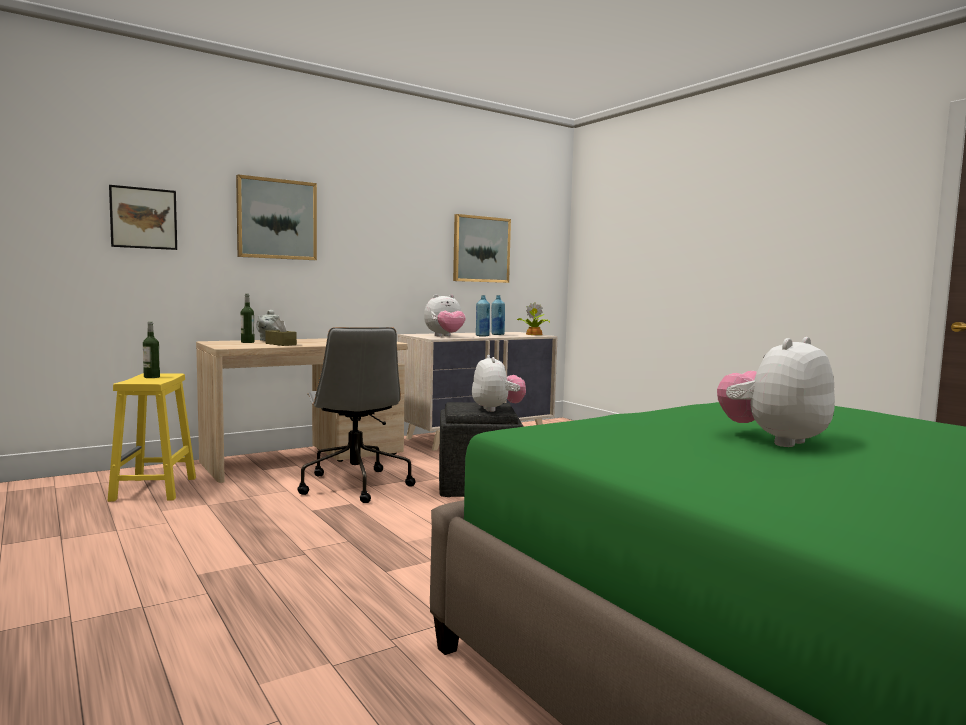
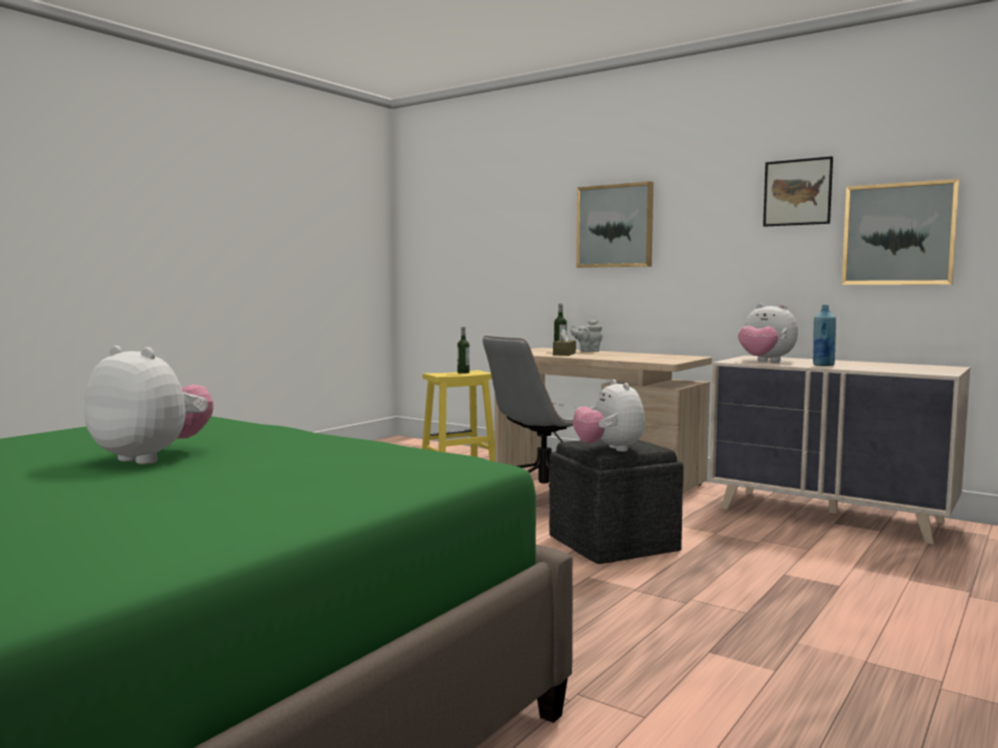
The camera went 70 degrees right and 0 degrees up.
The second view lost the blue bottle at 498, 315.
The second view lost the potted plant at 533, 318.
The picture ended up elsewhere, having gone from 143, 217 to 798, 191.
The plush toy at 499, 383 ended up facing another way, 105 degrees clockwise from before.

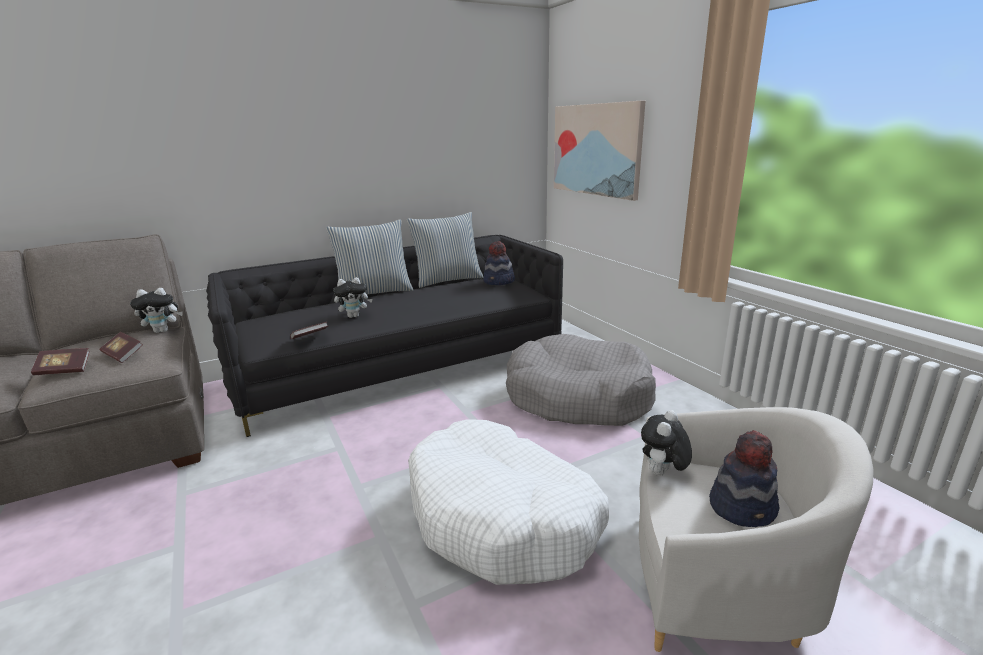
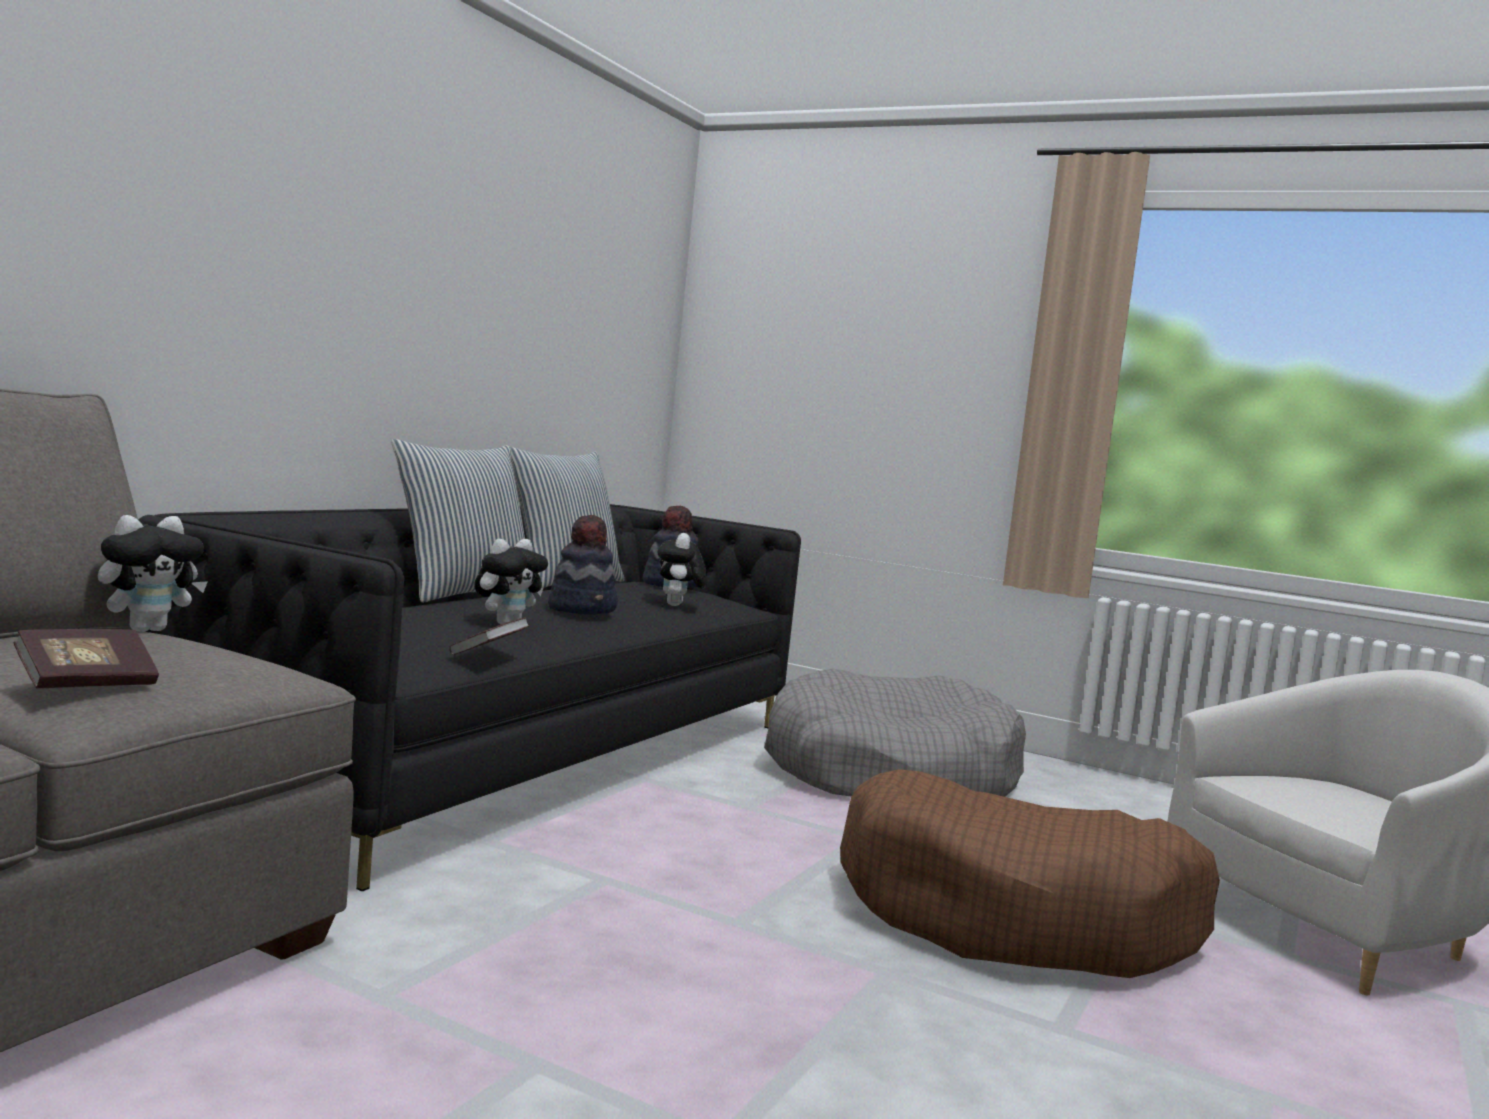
The camera went 35 degrees left and 15 degrees down.
The second view lost the book at 121, 347.
The second view lost the picture at 600, 151.
The plush toy ended up elsewhere, having gone from 666, 443 to 683, 569.
The hat ended up elsewhere, having gone from 744, 478 to 583, 564.
What was the white dog bed at 508, 502 turned into the brown dog bed at 1030, 873.

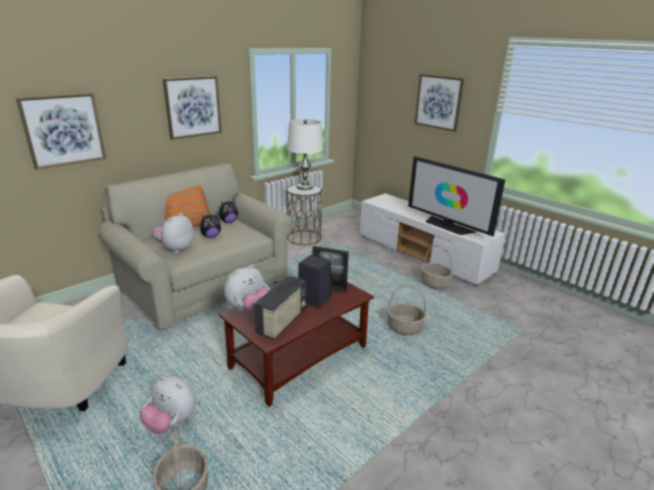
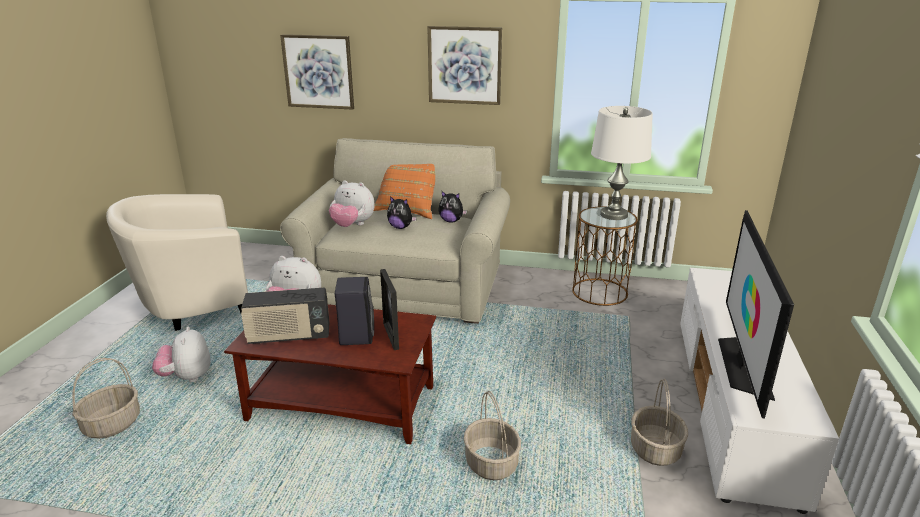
The camera went 55 degrees right and 0 degrees up.
The second view lost the picture at 439, 103.
The plush toy at 173, 233 ended up facing another way, 150 degrees counterclockwise from before.

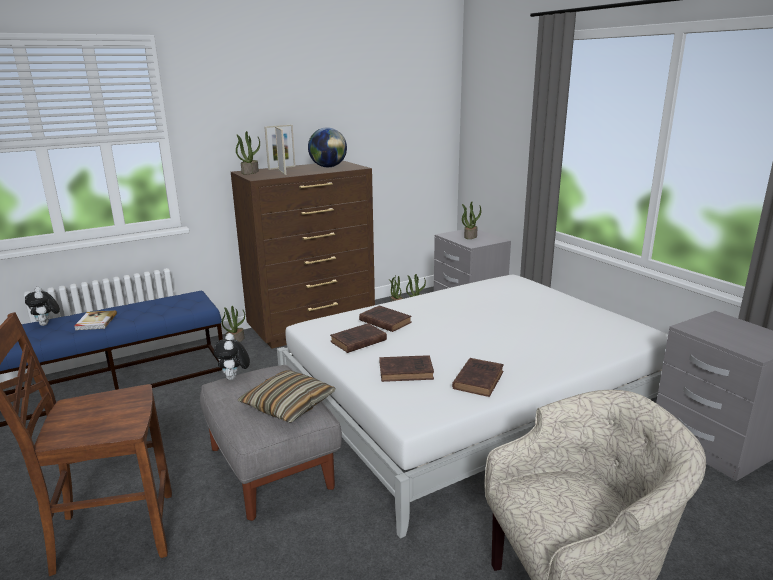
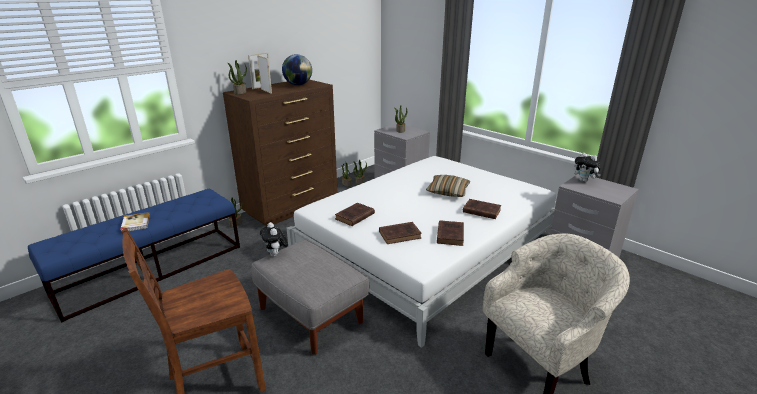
The camera went 15 degrees left and 5 degrees up.
The plush toy ended up elsewhere, having gone from 42, 306 to 587, 167.
The pillow ended up elsewhere, having gone from 287, 396 to 448, 186.
The brown book ended up elsewhere, having gone from 385, 318 to 482, 209.

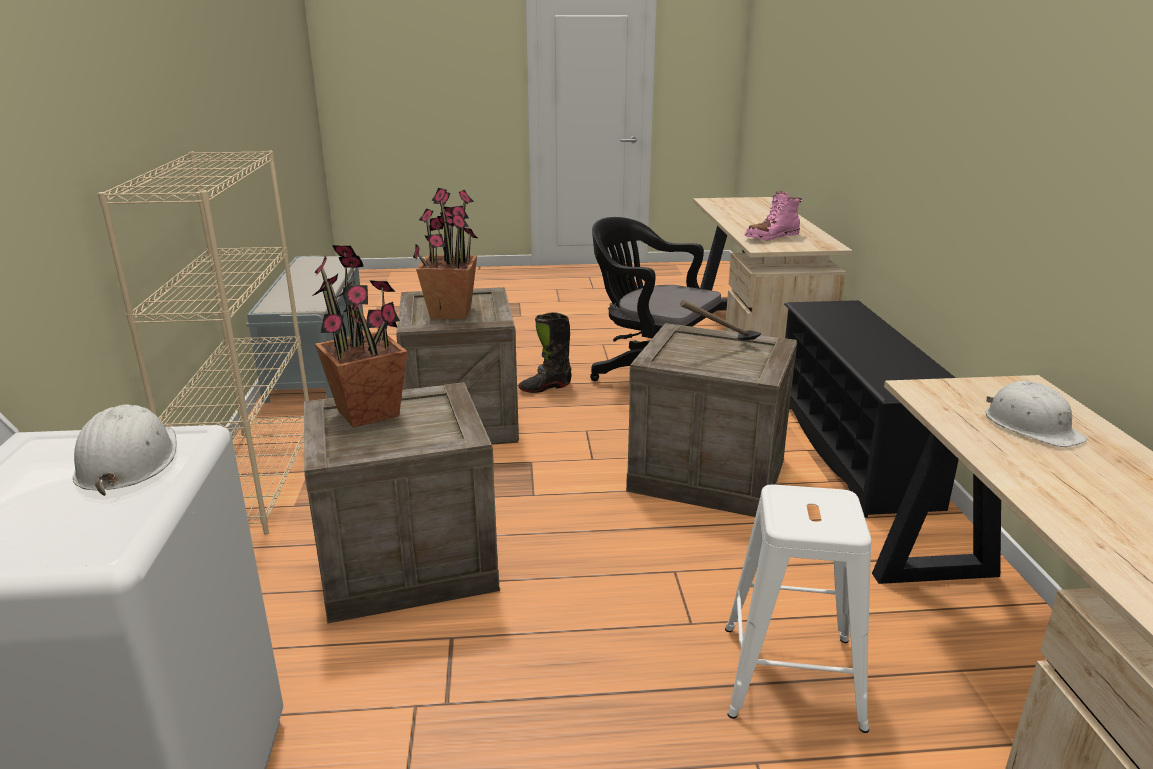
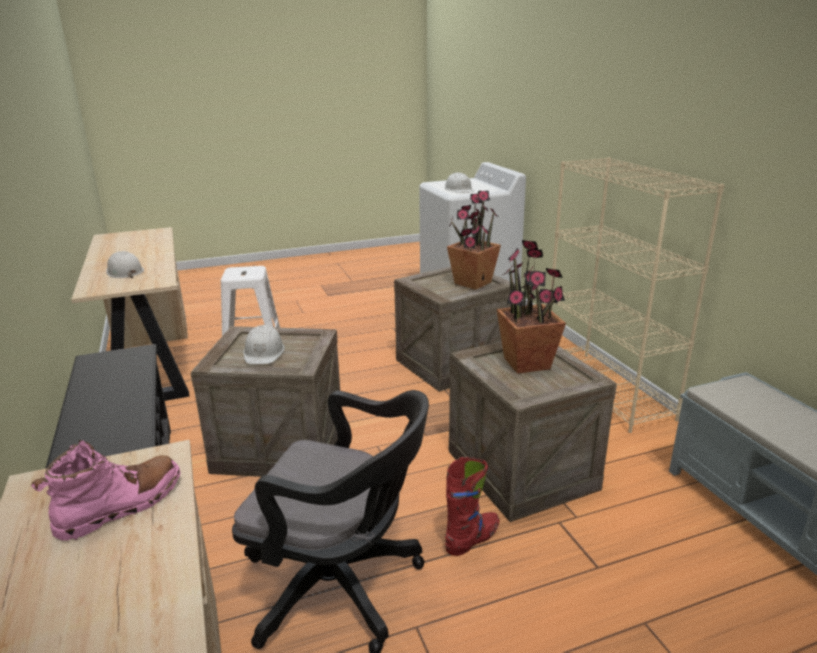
The camera went 165 degrees right and 0 degrees up.
Where the hammer stood at 720, 320, the white hard hat came to stand at 264, 344.
What was the black boot at 545, 352 turned into the red boot at 472, 506.

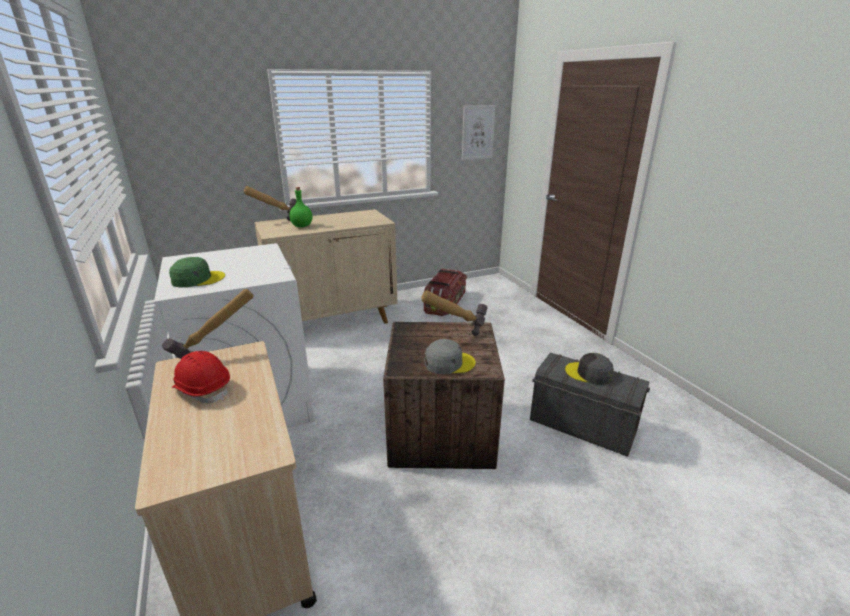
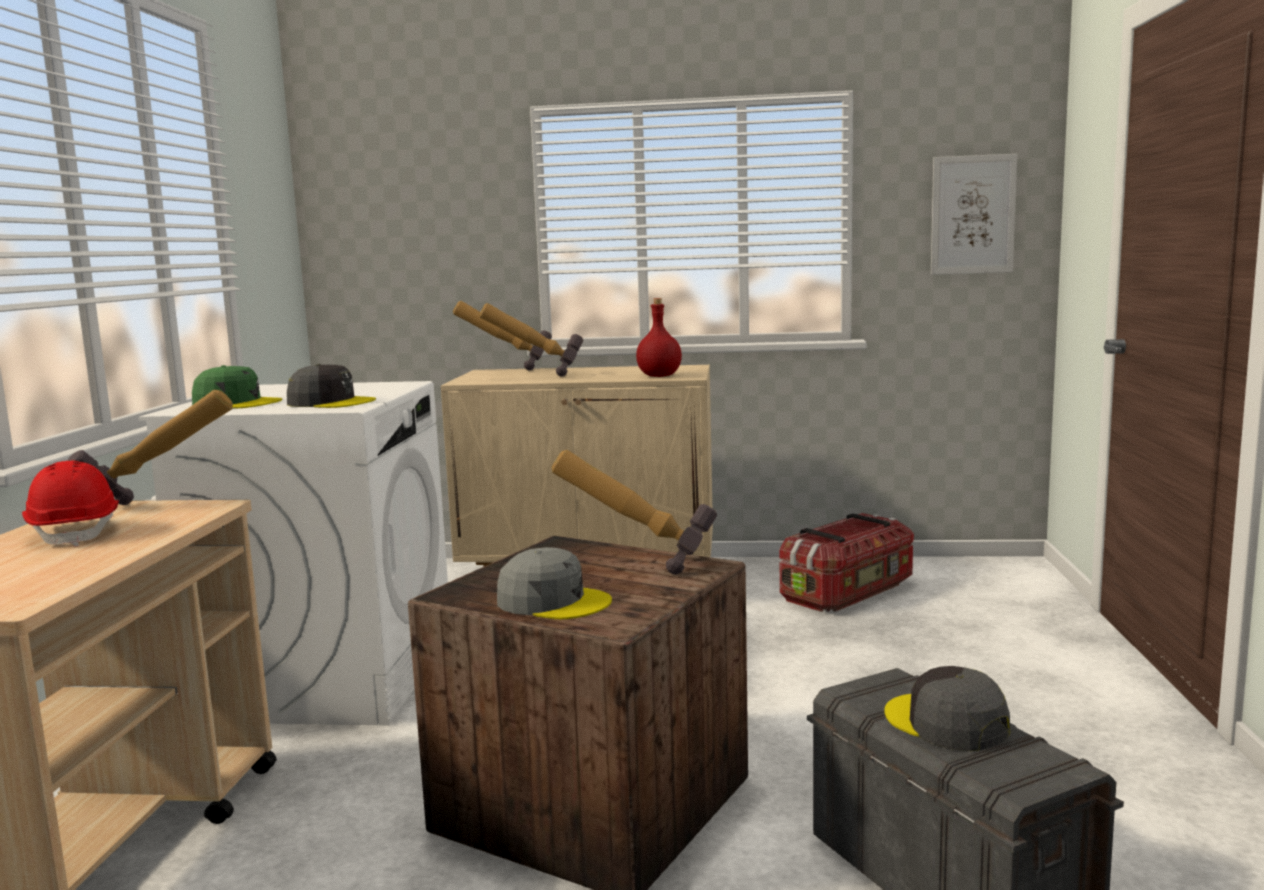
The camera went 30 degrees right and 15 degrees down.
The second view gained the grey cap at 331, 386.
The second view gained the red bottle at 659, 337.
Where the green bottle stood at 300, 207, the hammer came to stand at 531, 340.

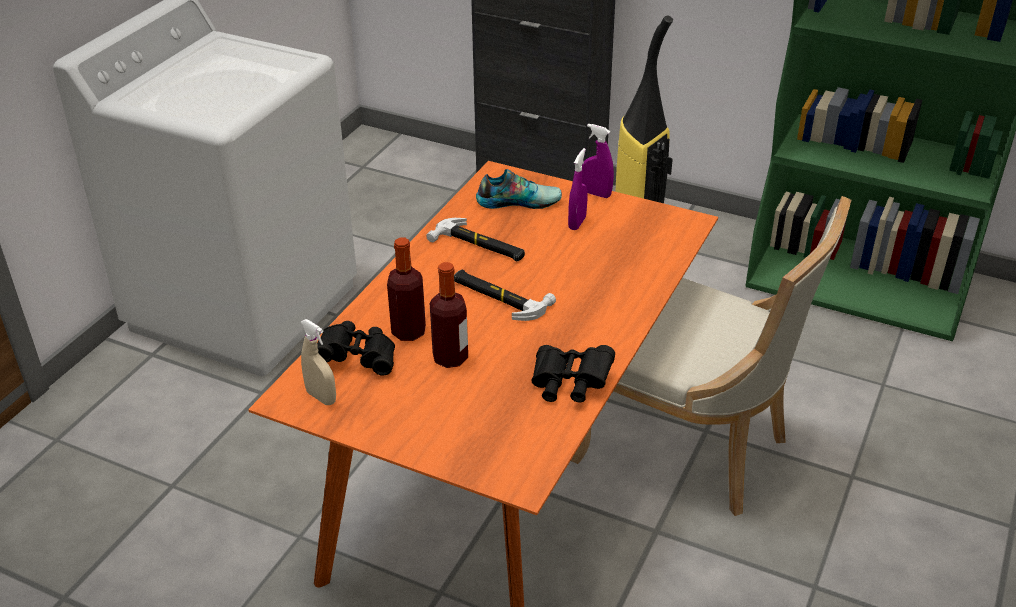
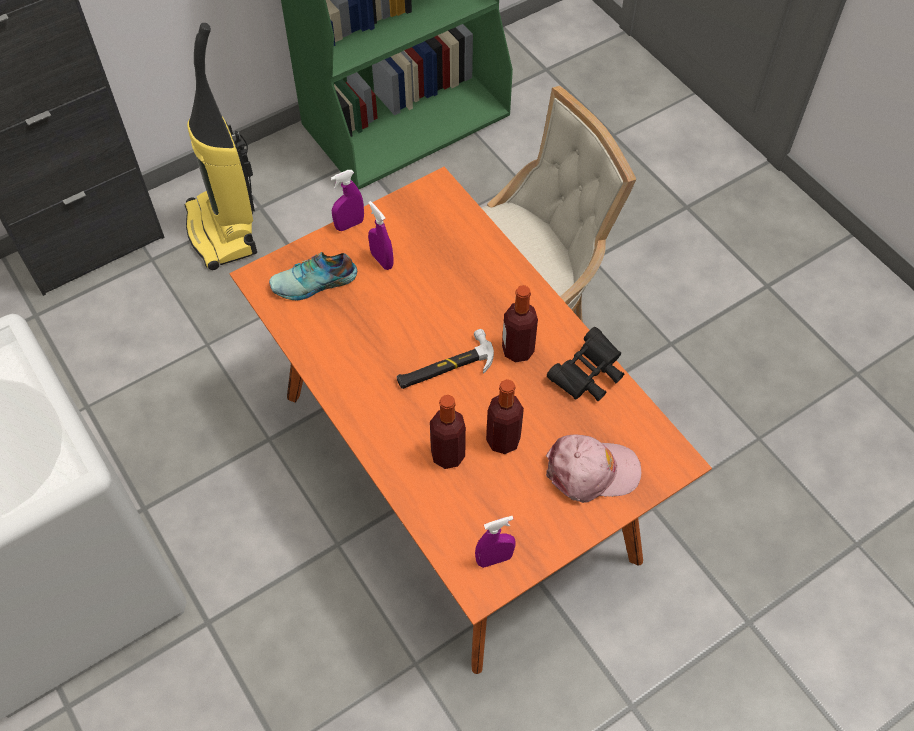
The camera went 60 degrees left and 20 degrees up.
The second view lost the black binoculars at 356, 348.
The second view lost the hammer at 475, 240.
The second view gained the bottle at 520, 324.
The second view gained the pink cap at 593, 468.
What was the beige spray bottle at 318, 362 turned into the purple spray bottle at 495, 542.
The shoe at 519, 189 ended up facing another way, 135 degrees counterclockwise from before.

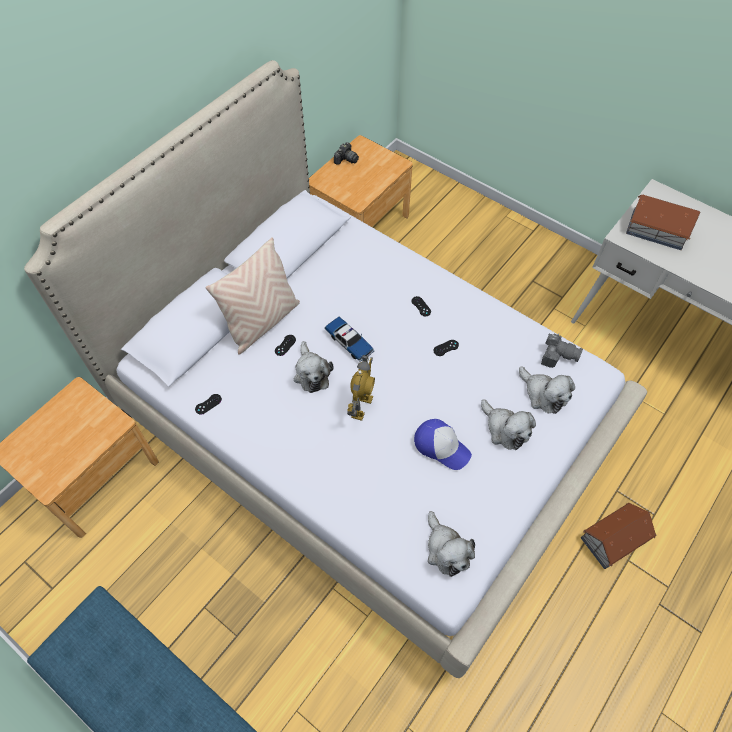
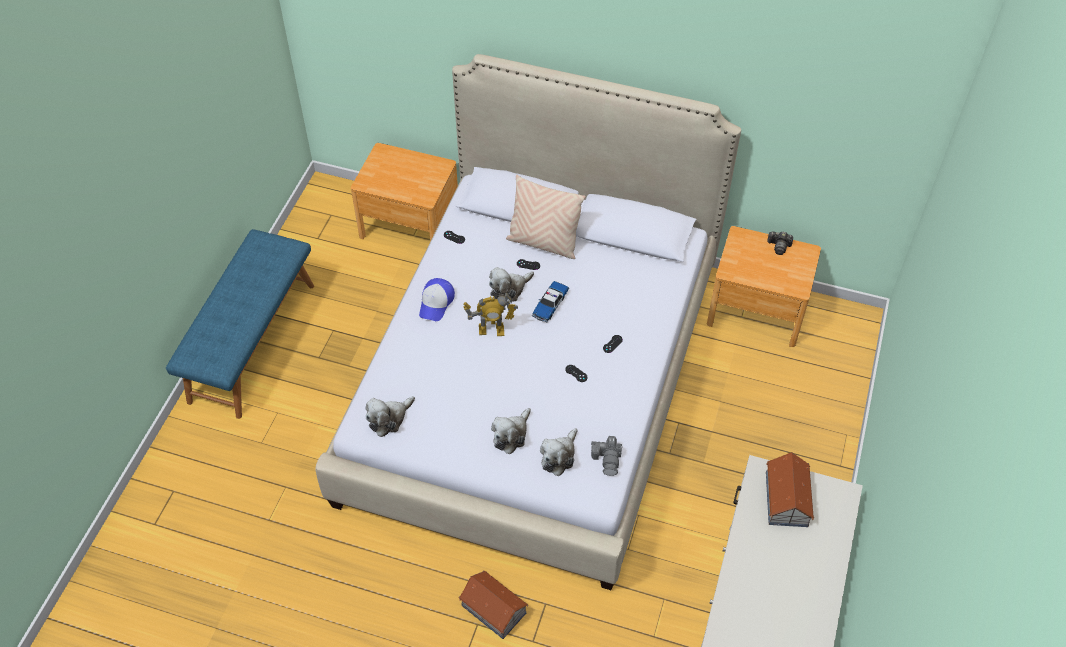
The camera went 70 degrees right and 5 degrees down.
The cap ended up elsewhere, having gone from 443, 444 to 437, 299.

